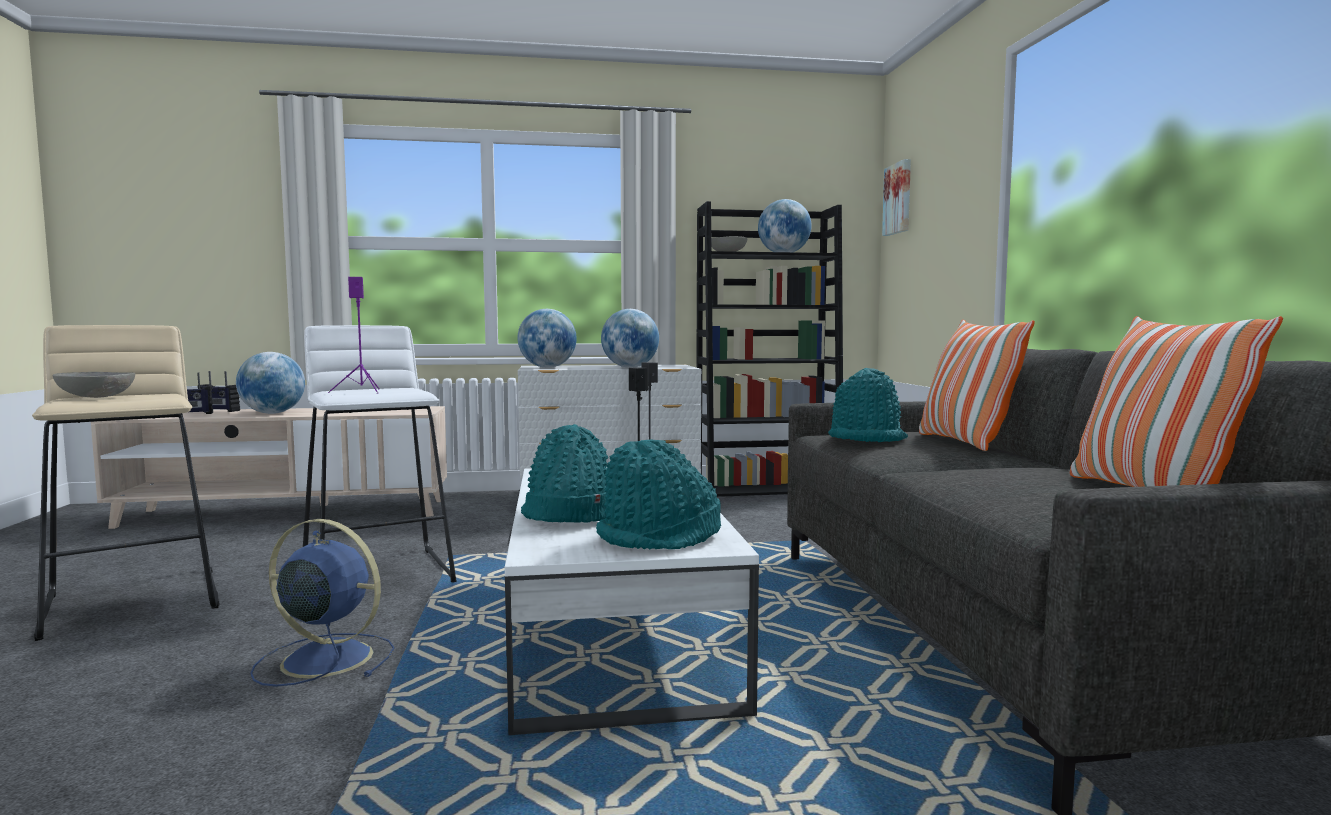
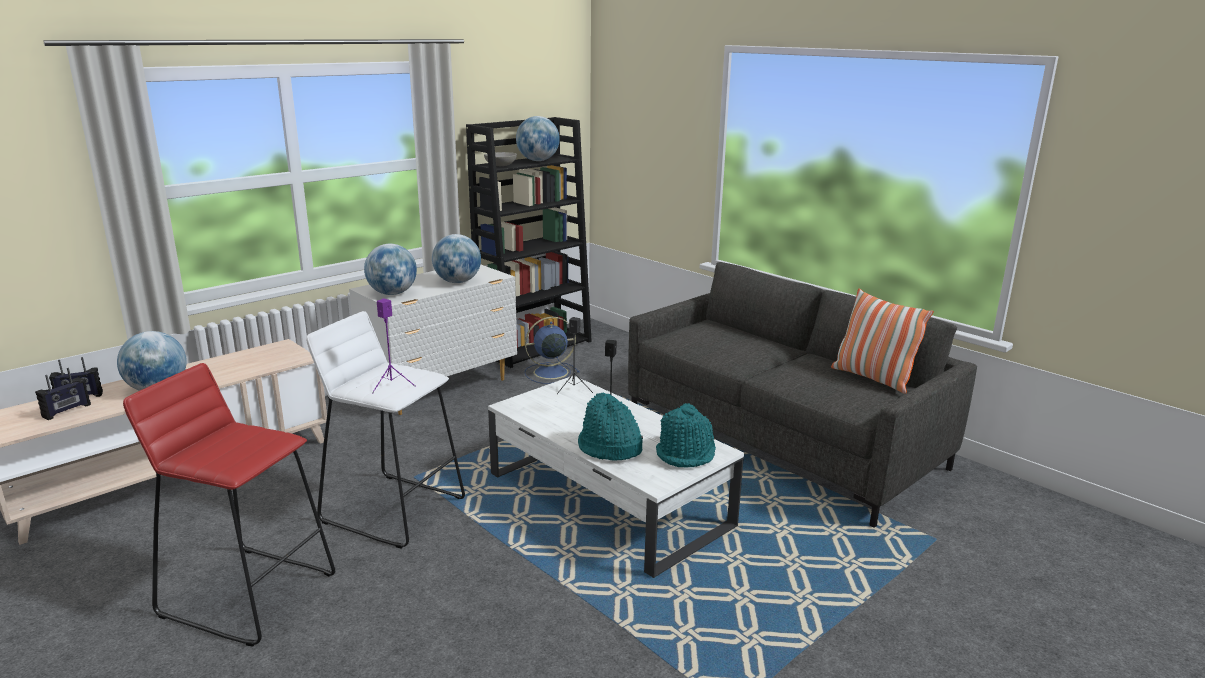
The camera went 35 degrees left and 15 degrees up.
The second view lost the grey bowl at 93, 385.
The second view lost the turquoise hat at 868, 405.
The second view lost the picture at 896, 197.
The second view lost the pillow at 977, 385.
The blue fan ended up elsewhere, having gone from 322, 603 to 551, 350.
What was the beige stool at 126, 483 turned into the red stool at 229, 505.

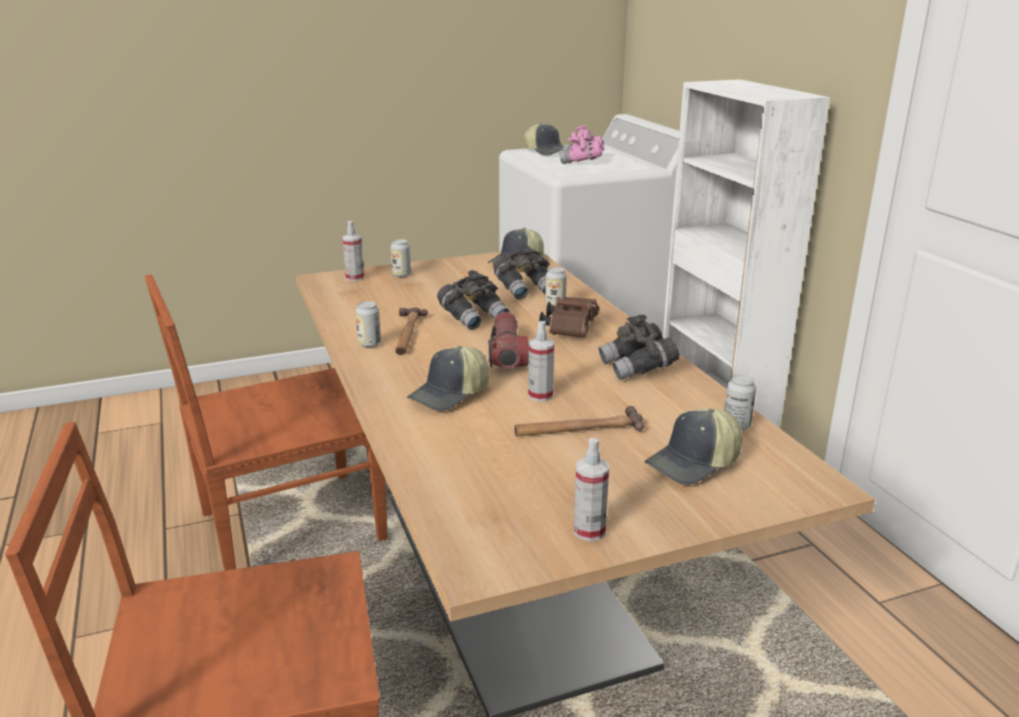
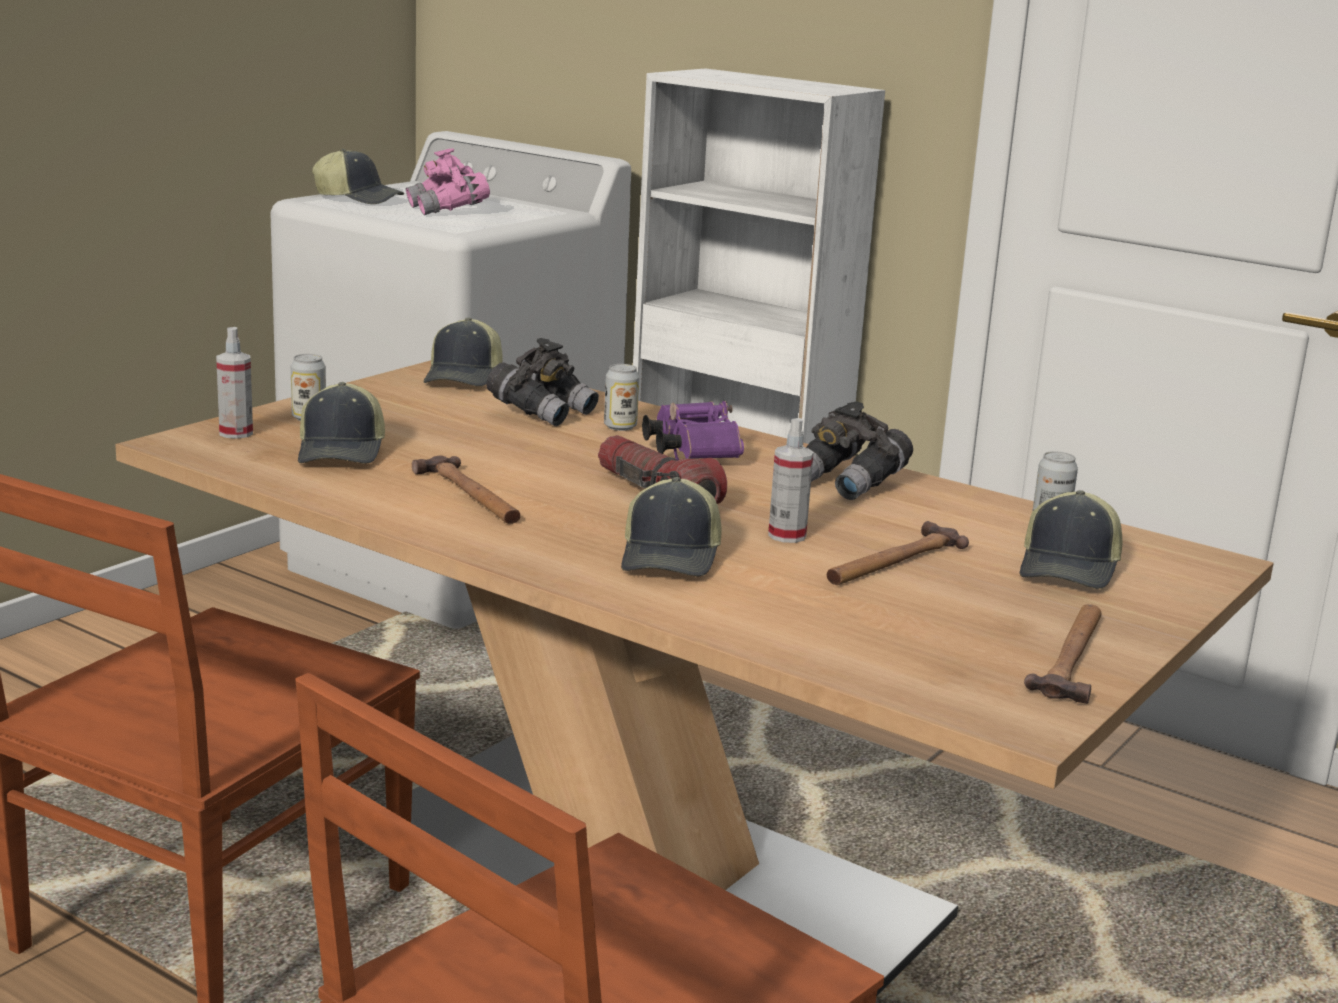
The camera went 35 degrees left and 5 degrees down.
The second view lost the can at 368, 324.
The second view lost the grey binoculars at 473, 300.
The second view gained the cap at 341, 423.
Where the spray bottle stood at 591, 489, the hammer came to stand at 1063, 654.
What was the brown binoculars at 569, 317 turned into the purple binoculars at 693, 430.

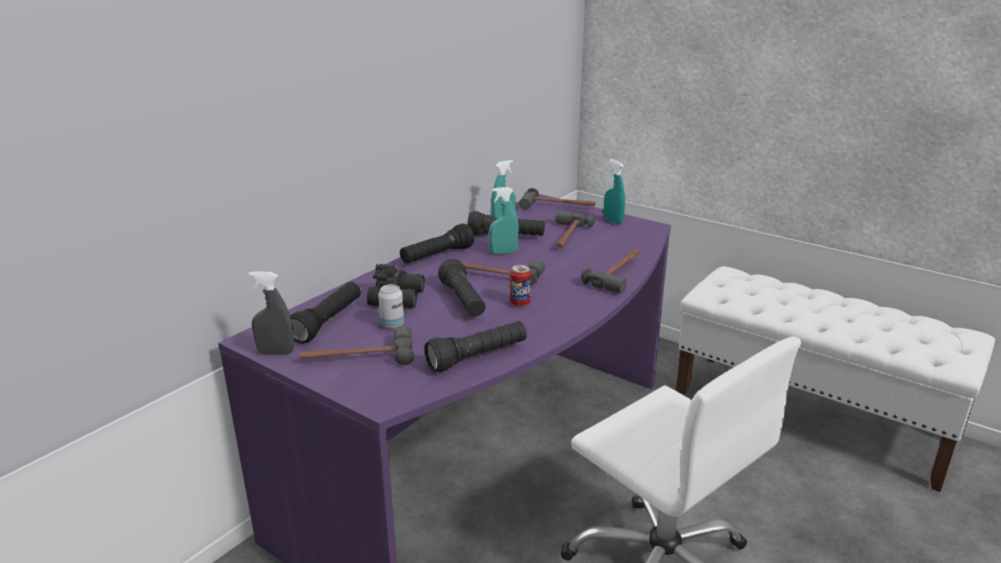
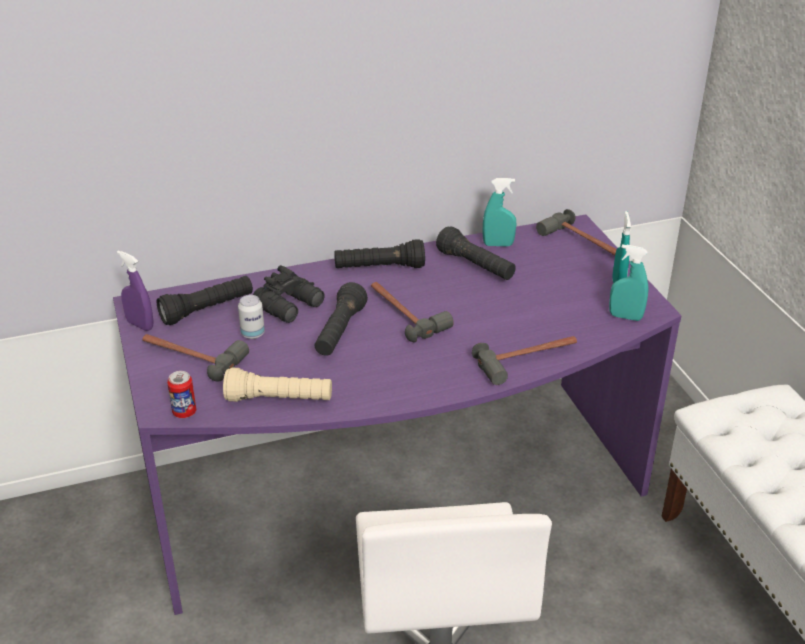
The camera went 35 degrees right and 10 degrees up.
The second view lost the hammer at 575, 229.
The turquoise spray bottle ended up elsewhere, having gone from 504, 220 to 628, 282.
The can ended up elsewhere, having gone from 520, 286 to 181, 394.
What was the grey spray bottle at 271, 312 turned into the purple spray bottle at 135, 290.
What was the black flashlight at 476, 346 turned into the beige flashlight at 277, 384.

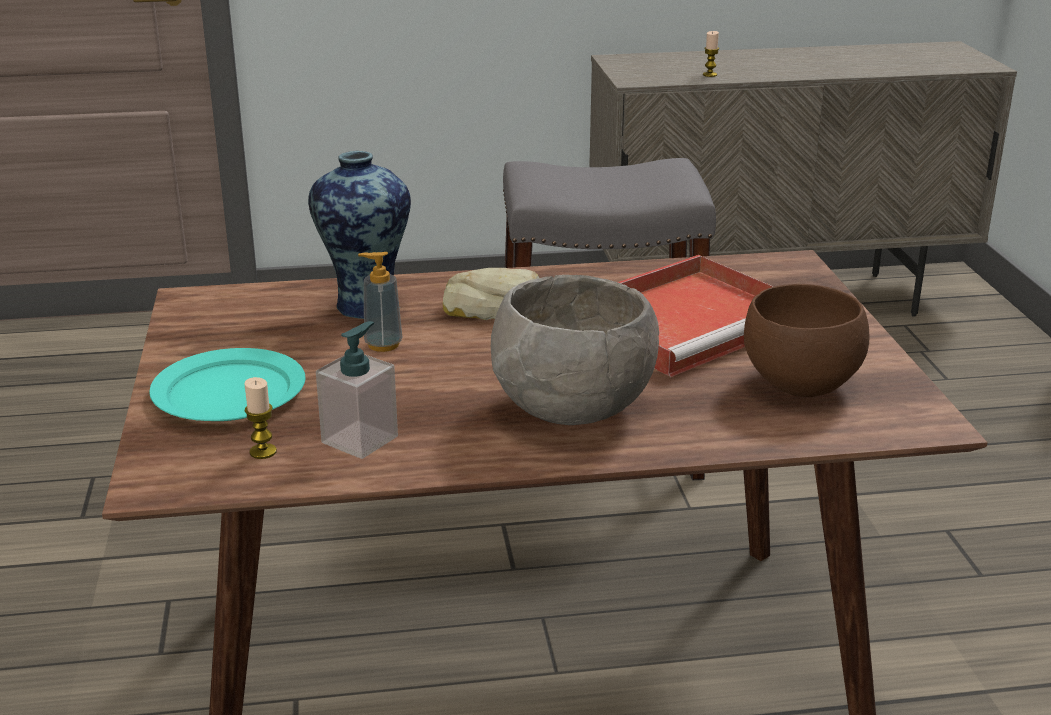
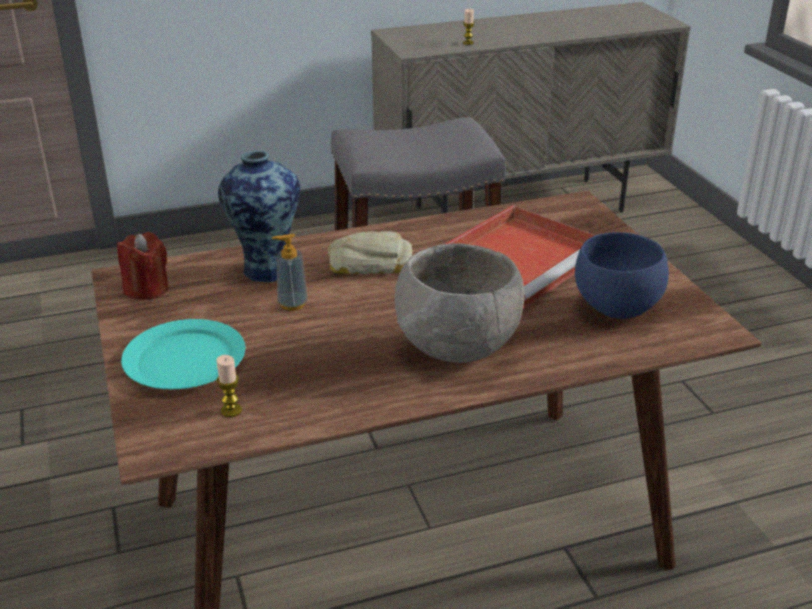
The camera went 10 degrees left and 5 degrees up.
The second view lost the soap dispenser at 357, 390.
The second view gained the red candle at 142, 266.
What was the brown bowl at 807, 340 turned into the blue bowl at 622, 275.

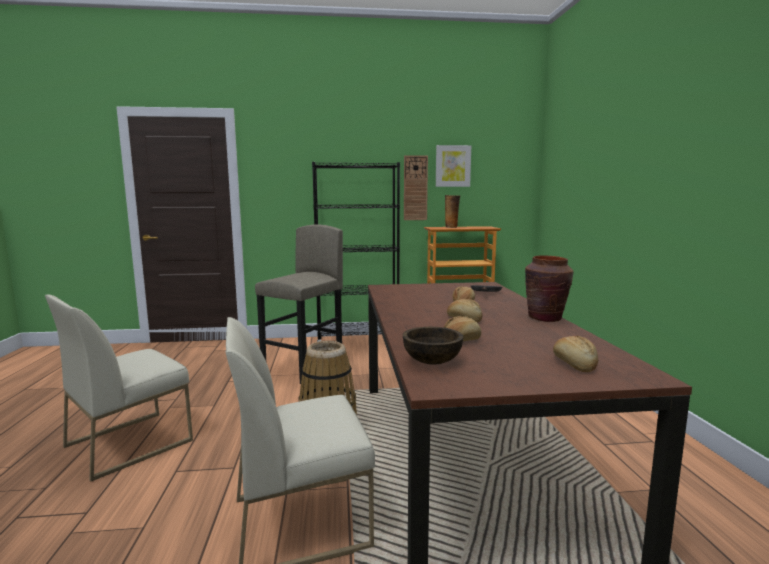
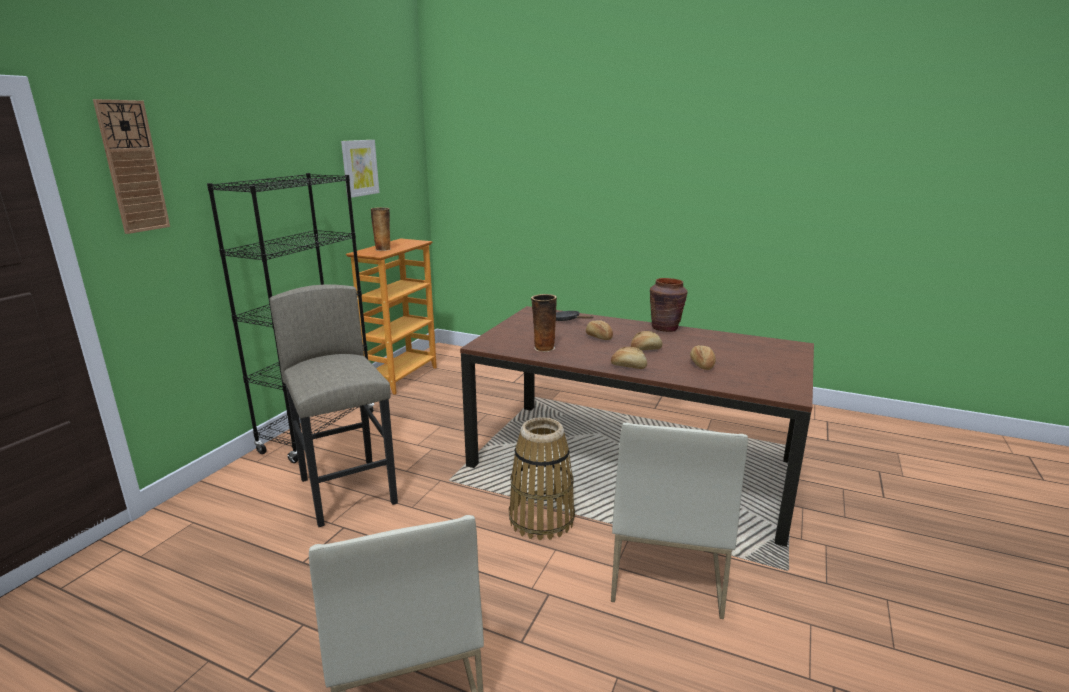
The camera went 60 degrees left and 10 degrees up.
The second view lost the brown bowl at 433, 345.
The second view gained the vase at 544, 323.
The wall clock ended up elsewhere, having gone from 416, 187 to 131, 166.
The bread ended up elsewhere, having gone from 575, 354 to 629, 358.

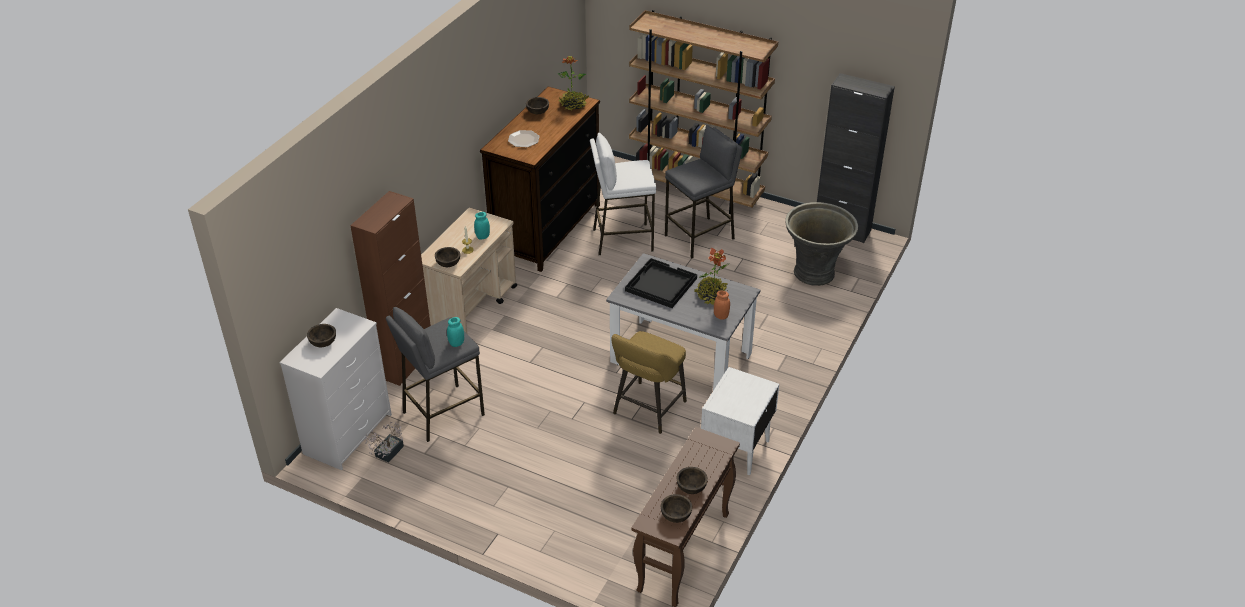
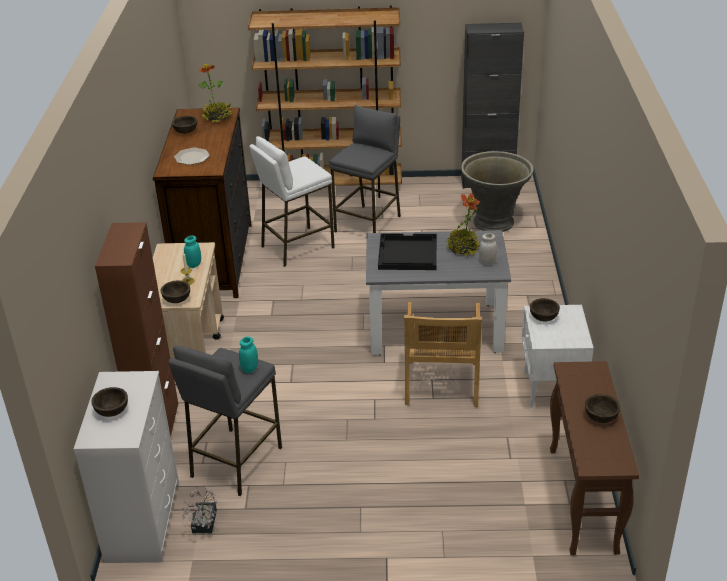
The camera went 25 degrees left and 5 degrees down.
The brown bowl ended up elsewhere, having gone from 676, 508 to 545, 309.
Where the yellow stool stood at 649, 382, the beige chair came to stand at 443, 354.
What was the orange jar at 722, 305 turned into the white jar at 488, 249.

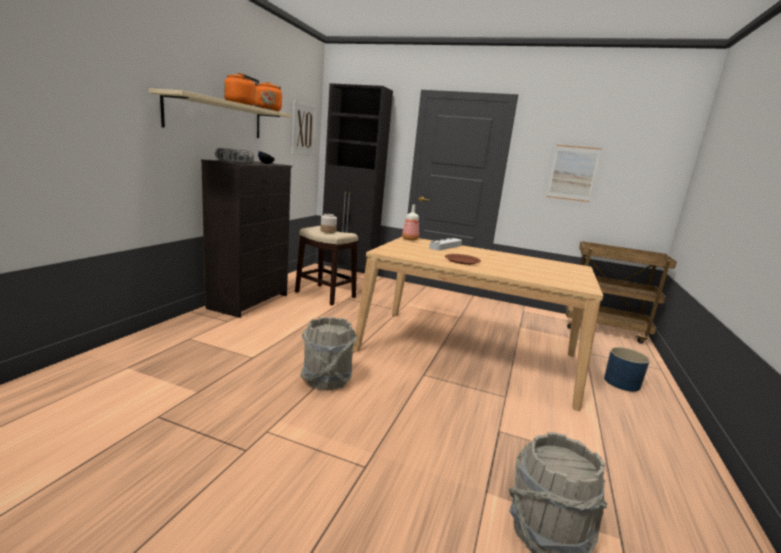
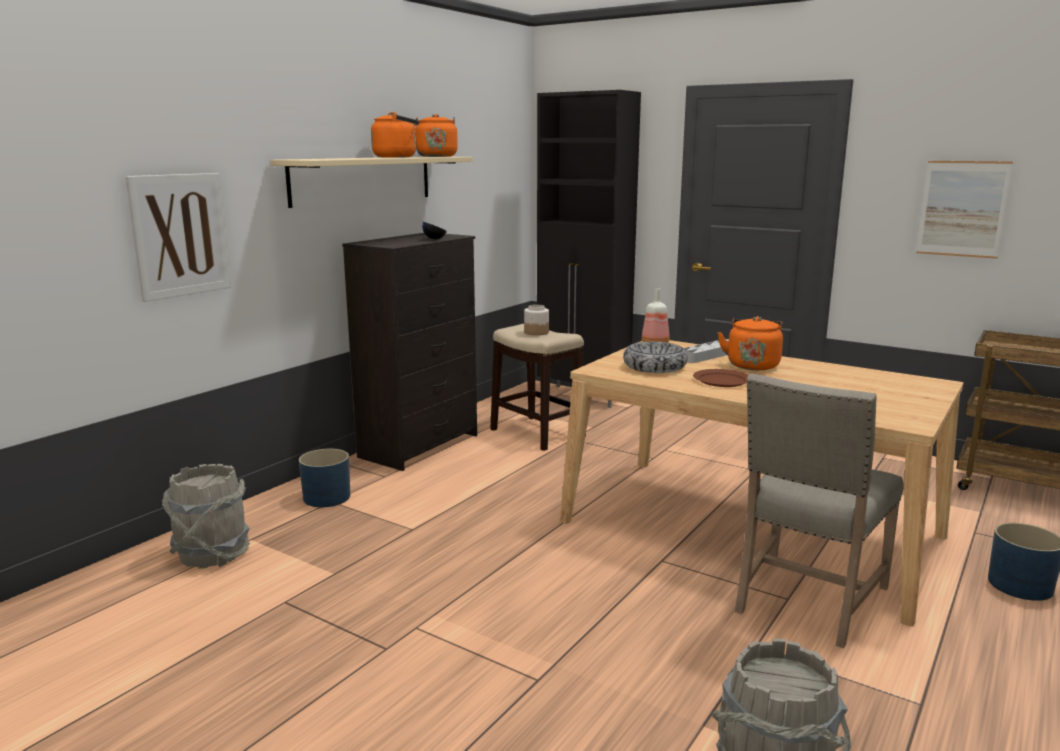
The camera went 15 degrees right and 0 degrees up.
The second view gained the blue planter at 324, 478.
The second view gained the orange kettle at 750, 343.
The second view gained the beige chair at 819, 510.
The bowl ended up elsewhere, having gone from 234, 155 to 655, 357.
The picture ended up elsewhere, having gone from 304, 128 to 178, 237.
The grey bucket ended up elsewhere, having gone from 329, 353 to 206, 516.

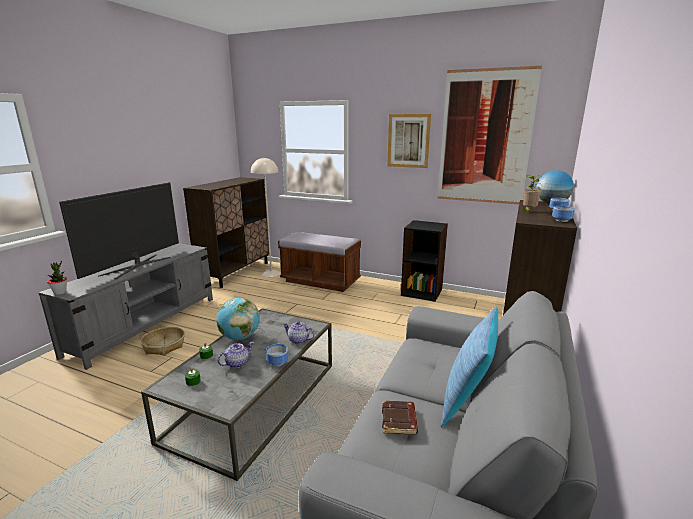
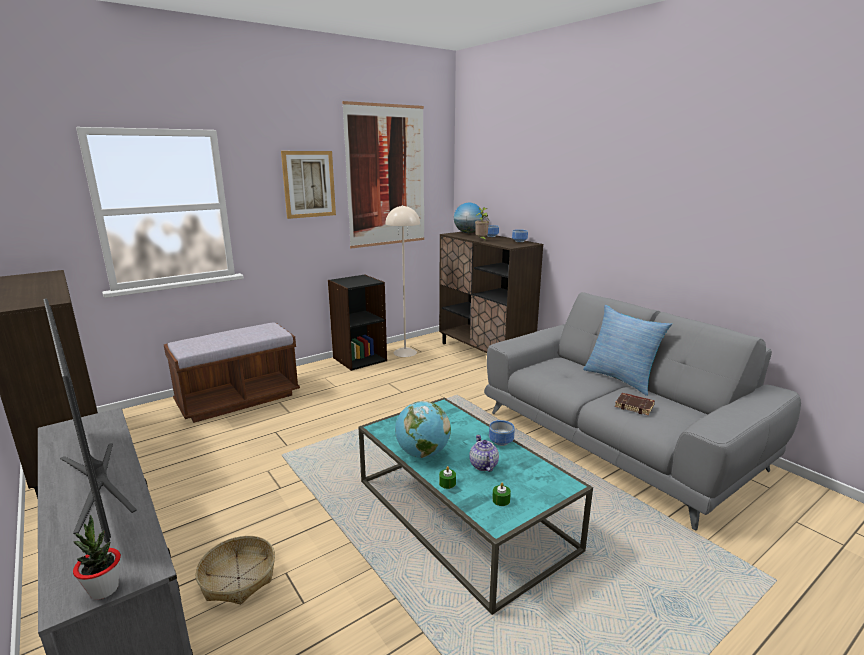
The camera went 60 degrees left and 0 degrees up.
The second view lost the teapot at 299, 332.
The beige floor lamp ended up elsewhere, having gone from 266, 217 to 402, 281.
What was the grey coffee table at 236, 394 turned into the turquoise coffee table at 475, 506.

